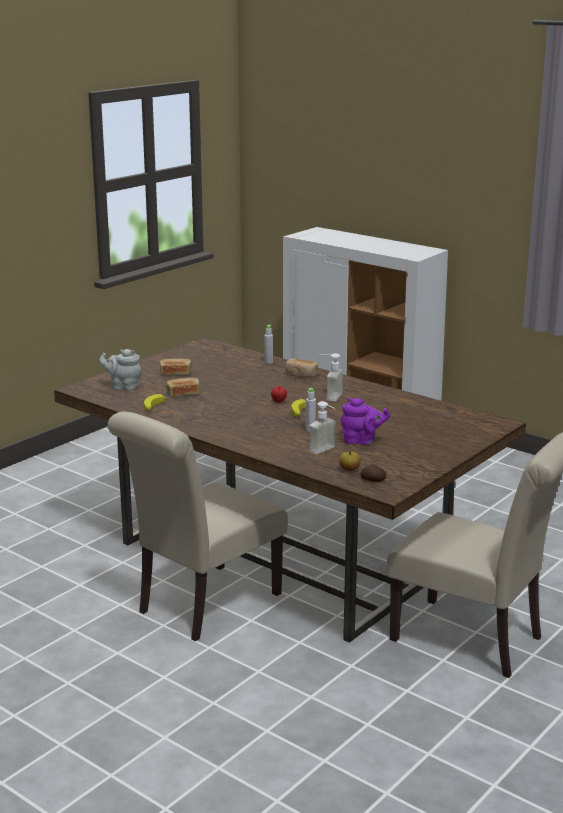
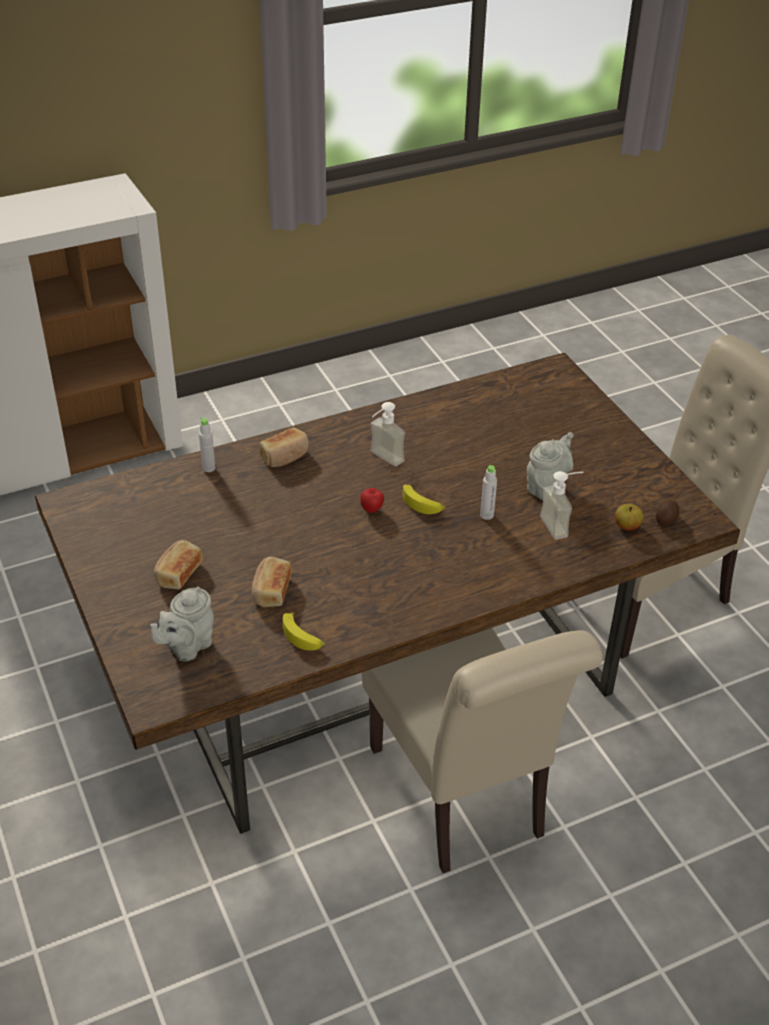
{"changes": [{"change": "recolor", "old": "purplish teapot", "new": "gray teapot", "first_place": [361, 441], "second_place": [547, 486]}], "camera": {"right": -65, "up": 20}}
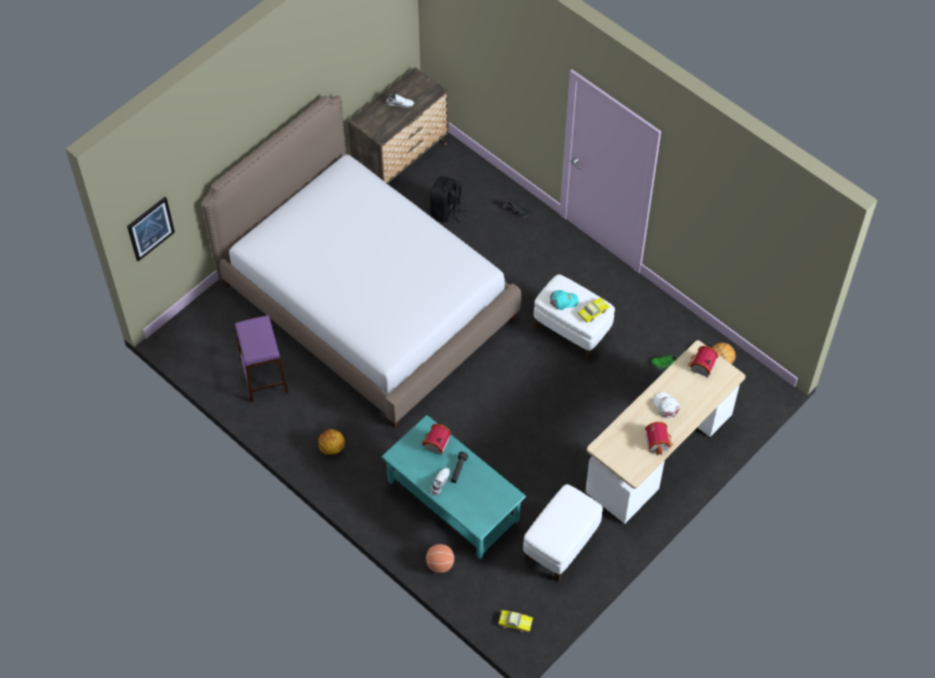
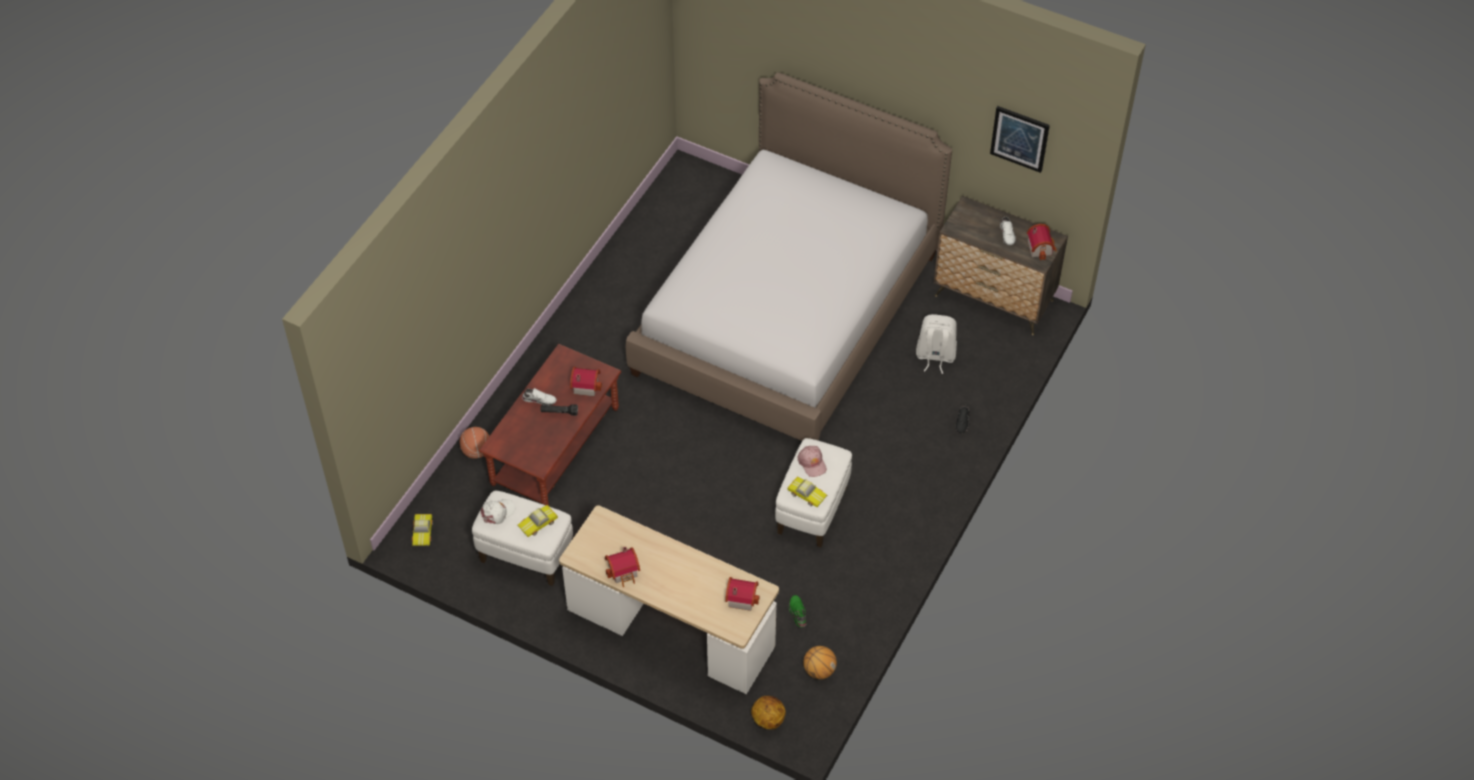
{"changes": [{"change": "recolor", "old": "blue-green low table", "new": "brownish low table", "first_place": [453, 501], "second_place": [555, 446]}, {"change": "move", "old": "whitish peaked cap", "first_place": [666, 406], "second_place": [498, 512]}, {"change": "insert", "new": "toy car", "second_place": [538, 524]}, {"change": "move", "old": "basketball", "first_place": [331, 448], "second_place": [768, 720]}, {"change": "recolor", "old": "blue-green peaked cap", "new": "pink-coloured peaked cap", "first_place": [563, 301], "second_place": [812, 463]}, {"change": "recolor", "old": "blackish rucksack", "new": "whitish rucksack", "first_place": [446, 211], "second_place": [935, 356]}, {"change": "move", "old": "wall art", "first_place": [150, 228], "second_place": [1020, 138]}, {"change": "insert", "new": "miniature house", "second_place": [1041, 247]}, {"change": "delete", "old": "purplish stool seat", "first_place": [263, 376]}], "camera": {"right": 75, "up": -5}}
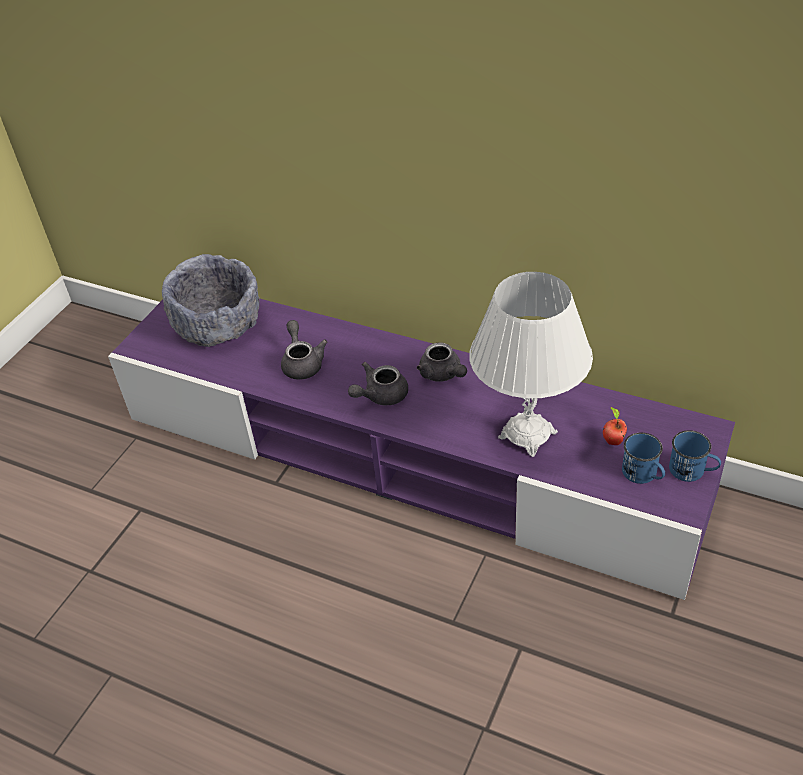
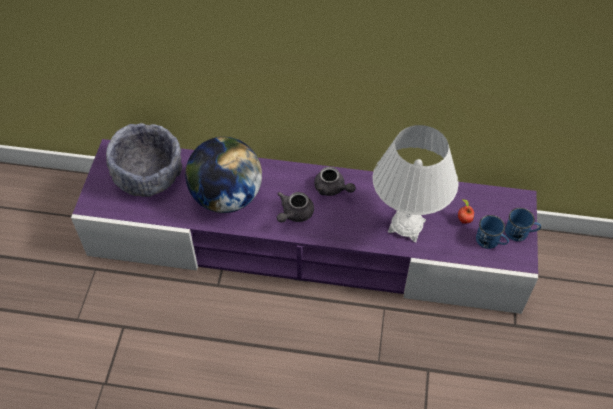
{"changes": [{"change": "replace", "old": "gray teapot", "new": "world globe", "first_place": [302, 363], "second_place": [226, 197]}], "camera": {"right": -20, "up": 10}}
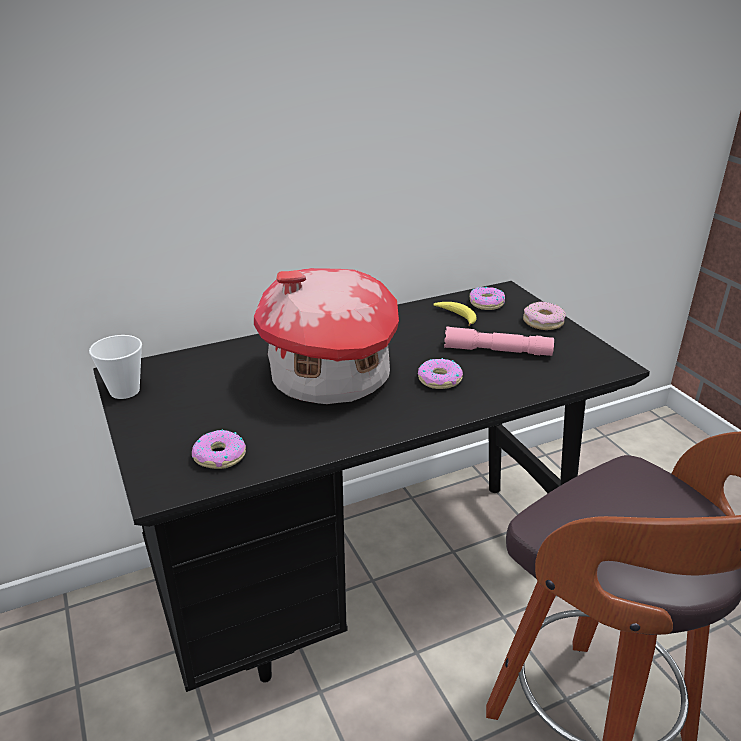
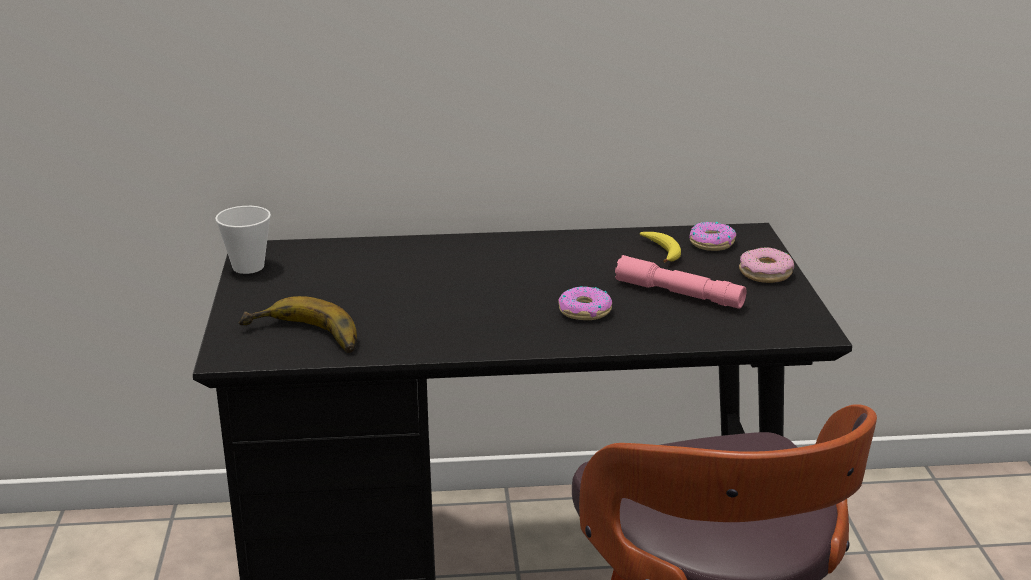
{"changes": [{"change": "replace", "old": "donut", "new": "banana", "first_place": [219, 456], "second_place": [302, 338]}, {"change": "delete", "old": "miniature house", "first_place": [329, 379]}], "camera": {"right": 20, "up": -5}}
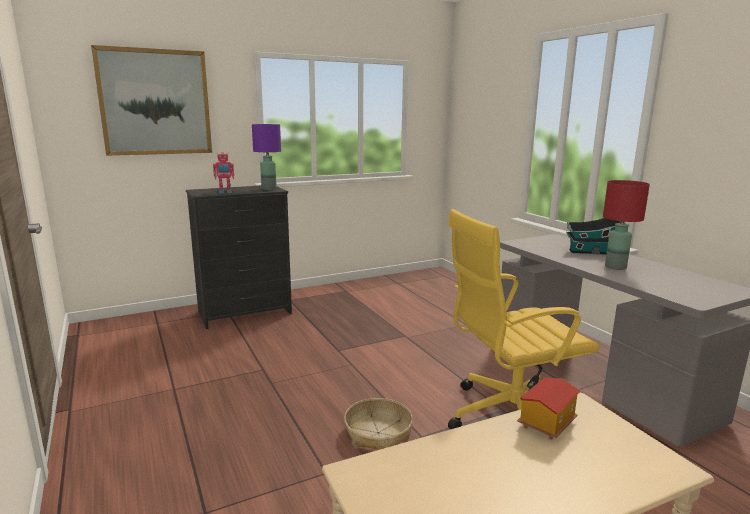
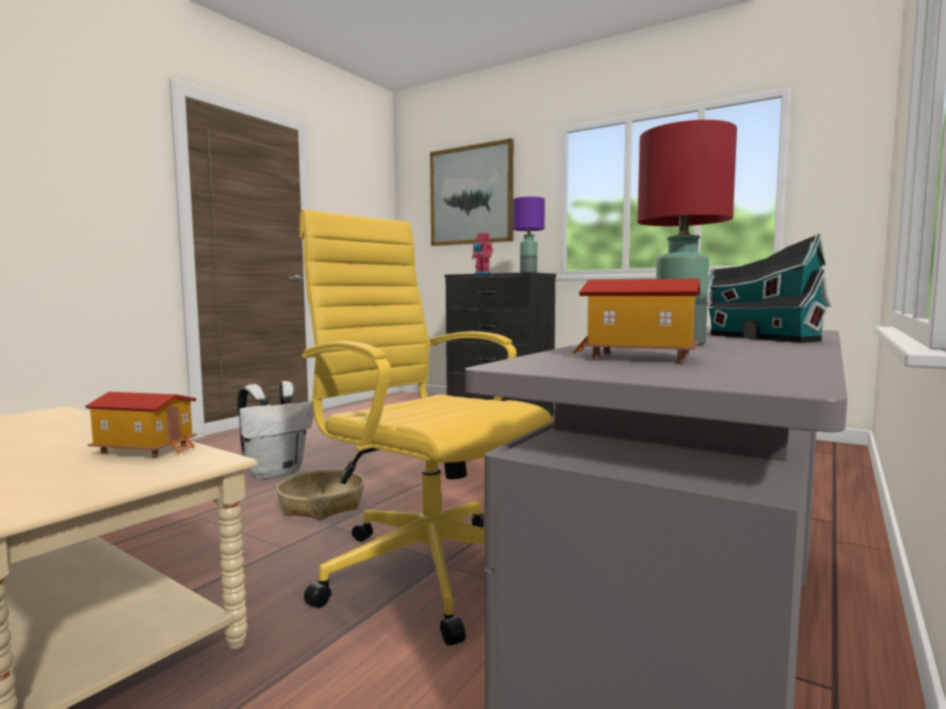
{"changes": [{"change": "insert", "new": "whitish rucksack", "second_place": [275, 472]}, {"change": "insert", "new": "miniature house", "second_place": [639, 357]}], "camera": {"right": 60, "up": -10}}
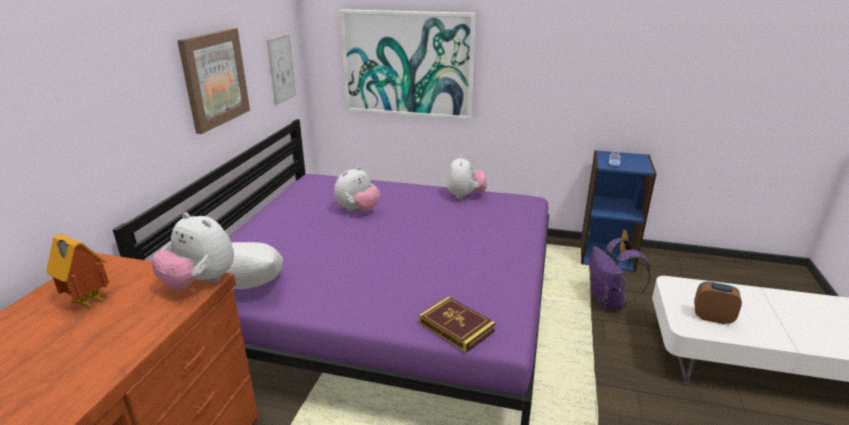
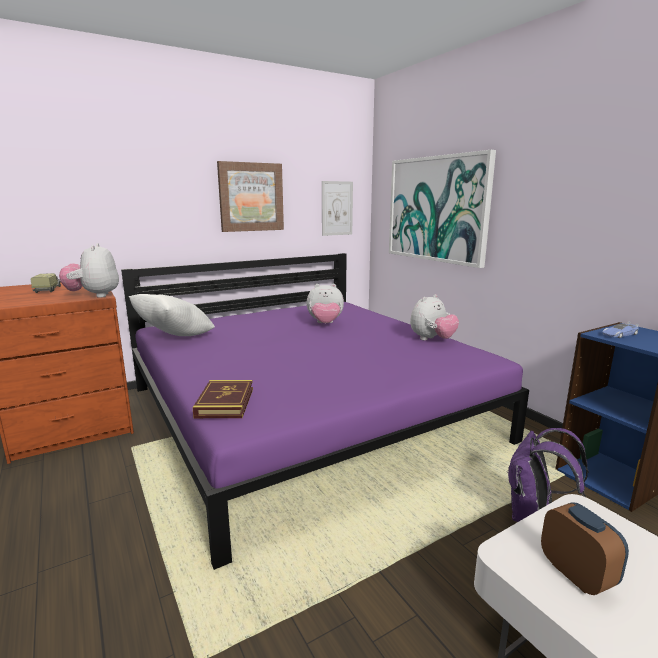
{"changes": [{"change": "replace", "old": "miniature house", "new": "toy lorry", "first_place": [87, 303], "second_place": [48, 289]}], "camera": {"right": 45, "up": -10}}
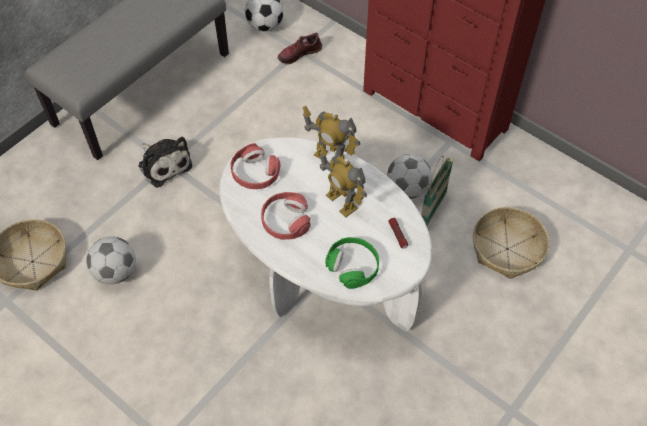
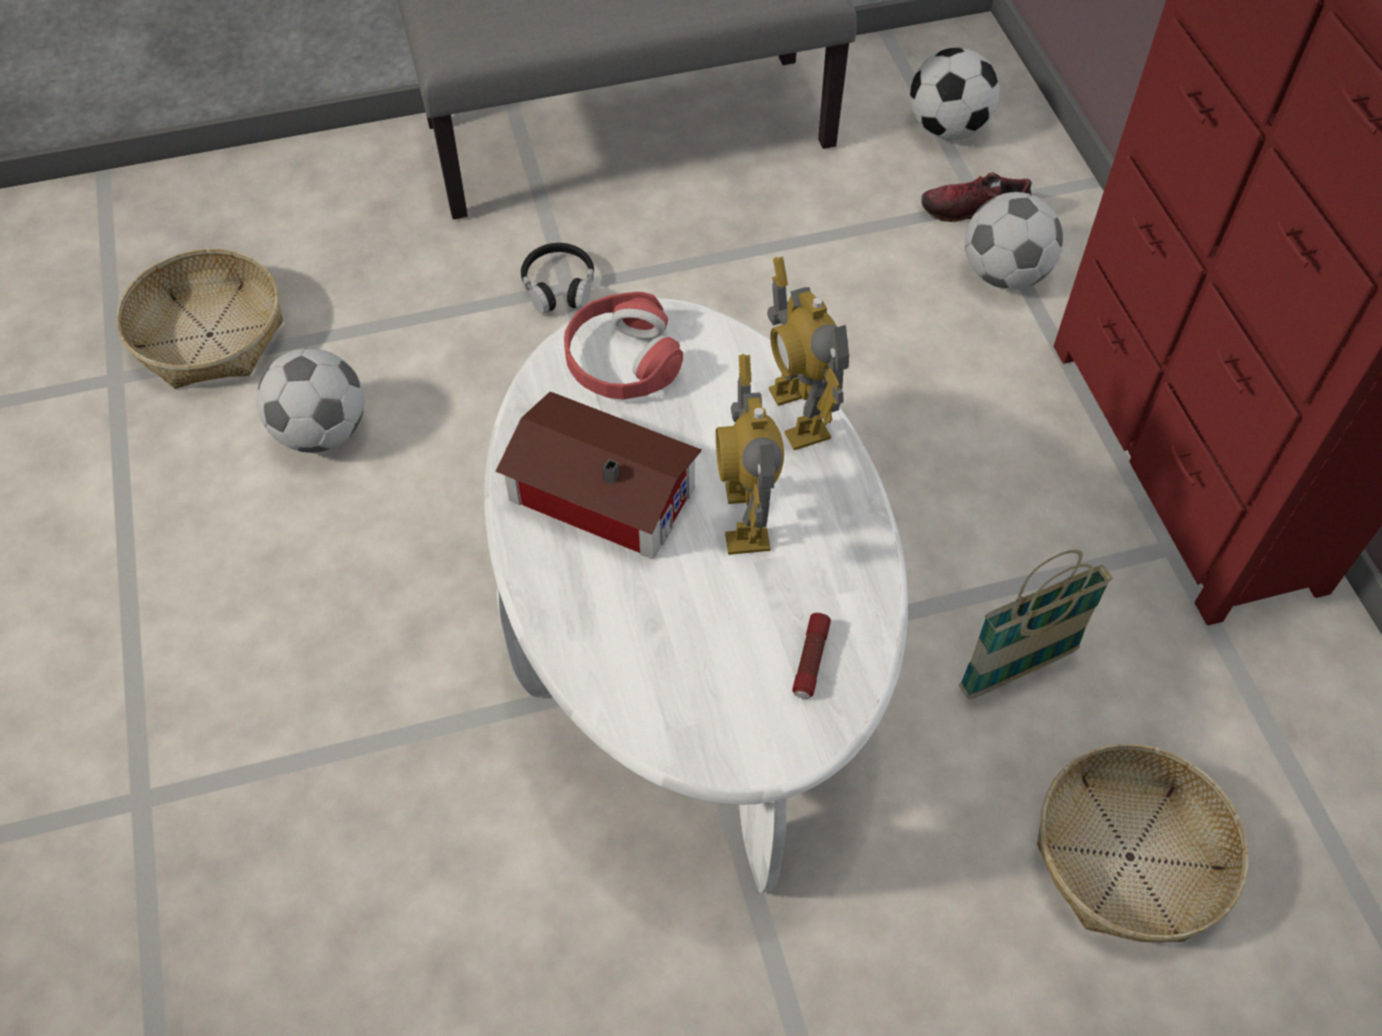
{"changes": [{"change": "replace", "old": "red headset", "new": "miniature house", "first_place": [285, 220], "second_place": [599, 489]}, {"change": "replace", "old": "plush toy", "new": "blackish headset", "first_place": [164, 164], "second_place": [559, 286]}, {"change": "move", "old": "football", "first_place": [407, 189], "second_place": [1005, 274]}, {"change": "delete", "old": "greenish headset", "first_place": [353, 266]}], "camera": {"right": 35, "up": 0}}
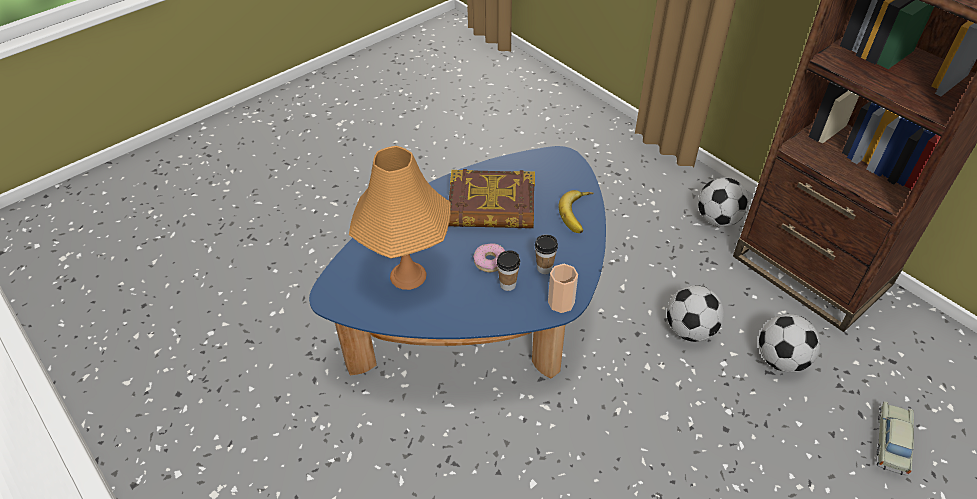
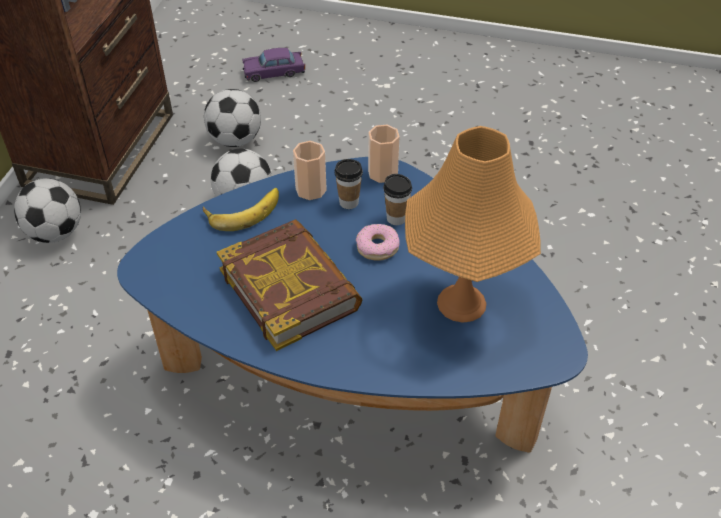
{"changes": [{"change": "recolor", "old": "beige toy car", "new": "purplish toy car", "first_place": [891, 442], "second_place": [274, 72]}, {"change": "insert", "new": "drinking cup", "second_place": [311, 190]}], "camera": {"right": -125, "up": 0}}
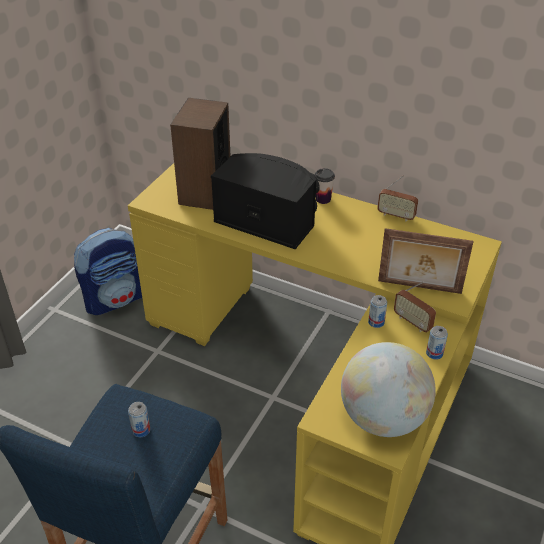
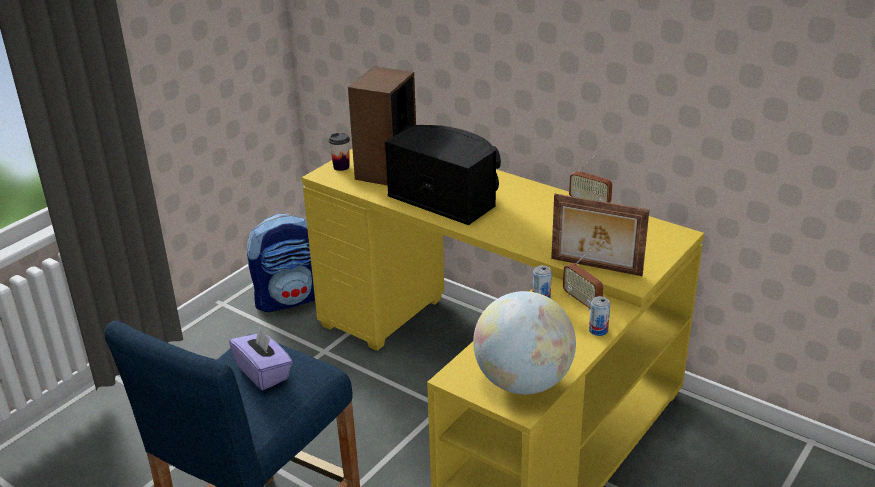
{"changes": [{"change": "replace", "old": "metal can", "new": "purplish tissue box", "first_place": [141, 430], "second_place": [264, 373]}, {"change": "move", "old": "drinking cup", "first_place": [323, 199], "second_place": [341, 167]}], "camera": {"right": 10, "up": -10}}
